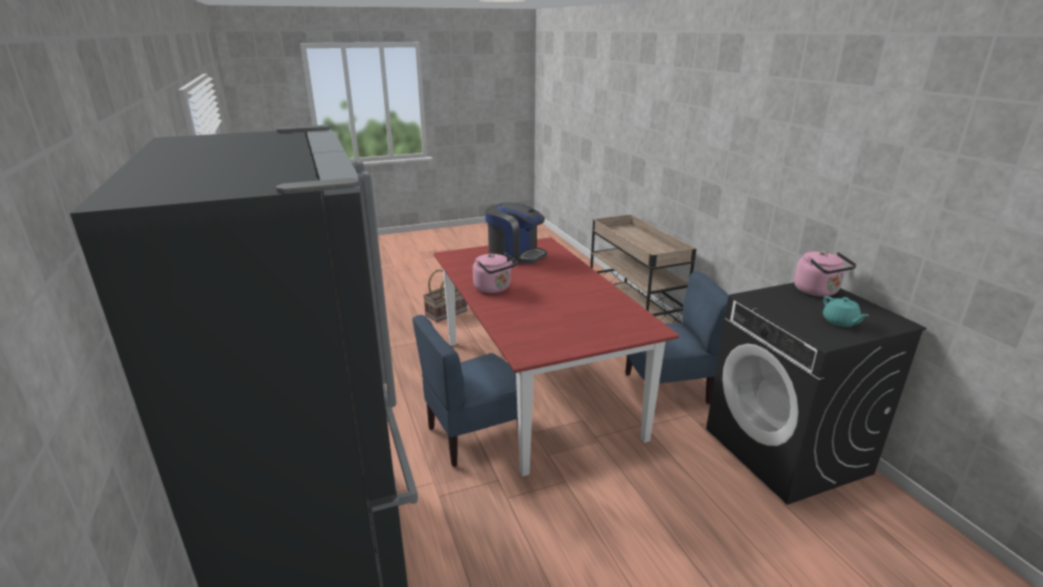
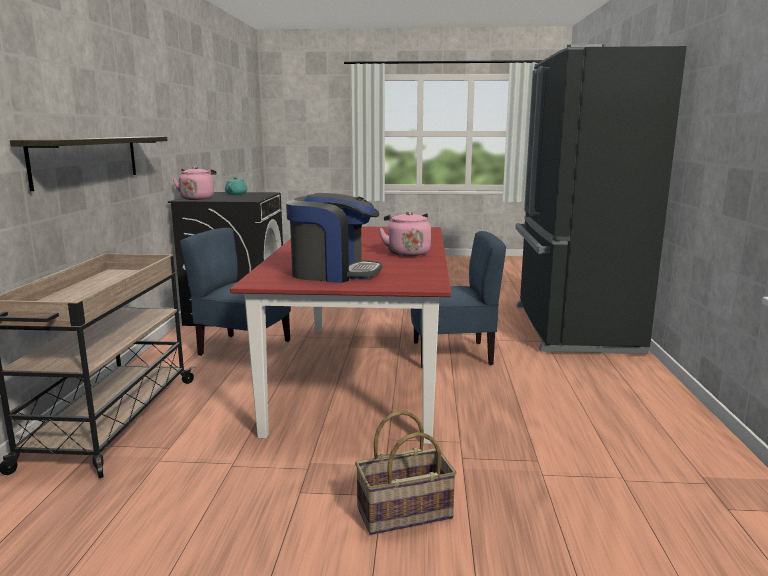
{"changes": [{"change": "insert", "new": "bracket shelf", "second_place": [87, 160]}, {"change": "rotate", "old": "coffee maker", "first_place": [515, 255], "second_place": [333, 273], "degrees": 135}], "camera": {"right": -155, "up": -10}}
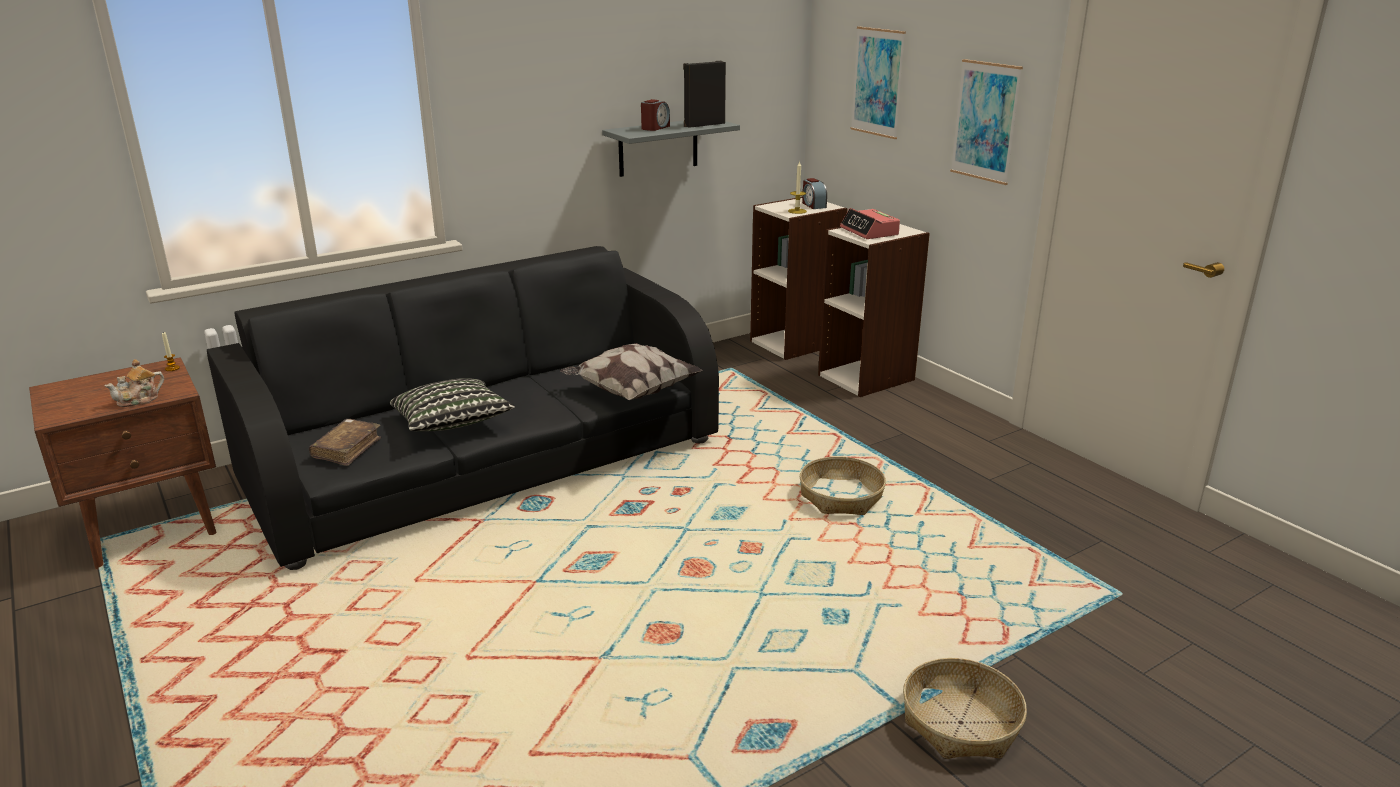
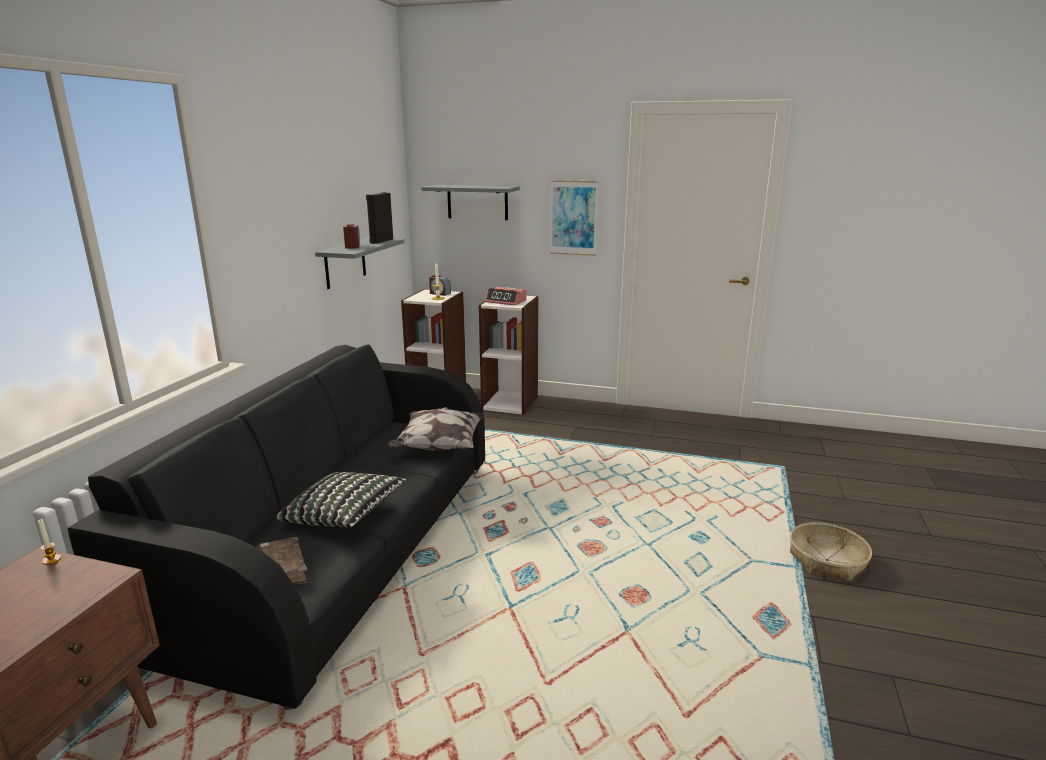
{"changes": [{"change": "replace", "old": "wall art", "new": "gray bracket shelf", "first_place": [877, 82], "second_place": [477, 202]}, {"change": "delete", "old": "teapot", "first_place": [139, 400]}, {"change": "delete", "old": "basket", "first_place": [841, 497]}], "camera": {"right": -40, "up": -5}}
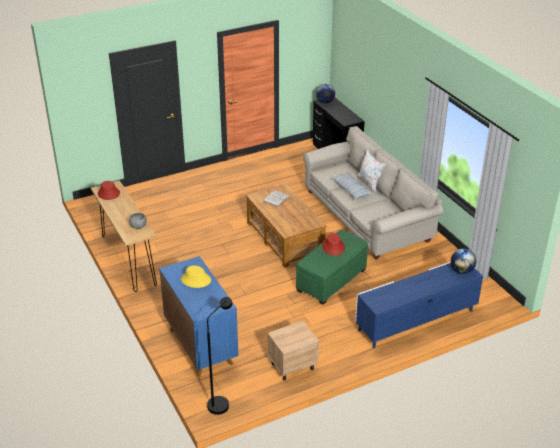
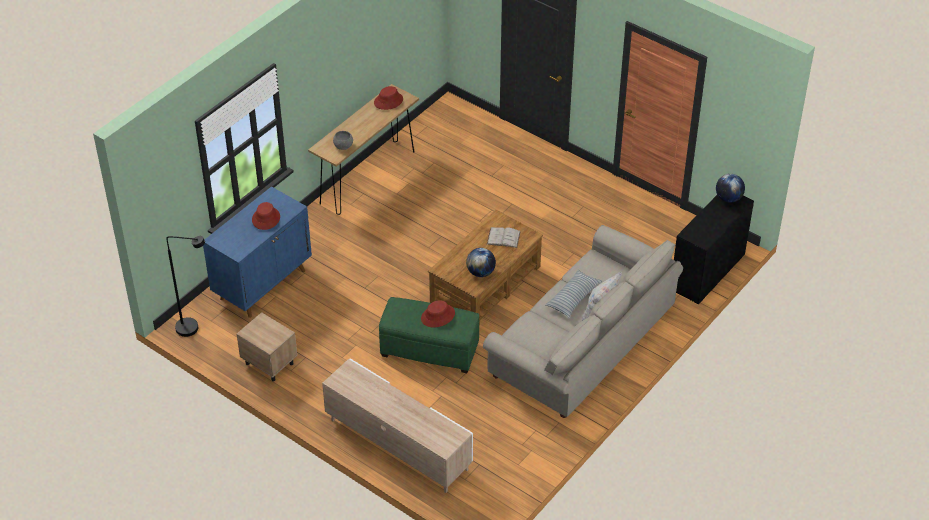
{"changes": [{"change": "recolor", "old": "yellowish clothing hat", "new": "red clothing hat", "first_place": [196, 280], "second_place": [266, 218]}, {"change": "recolor", "old": "bluish tv stand", "new": "beige tv stand", "first_place": [416, 321], "second_place": [398, 445]}, {"change": "move", "old": "world globe", "first_place": [461, 271], "second_place": [480, 272]}], "camera": {"right": 65, "up": 10}}
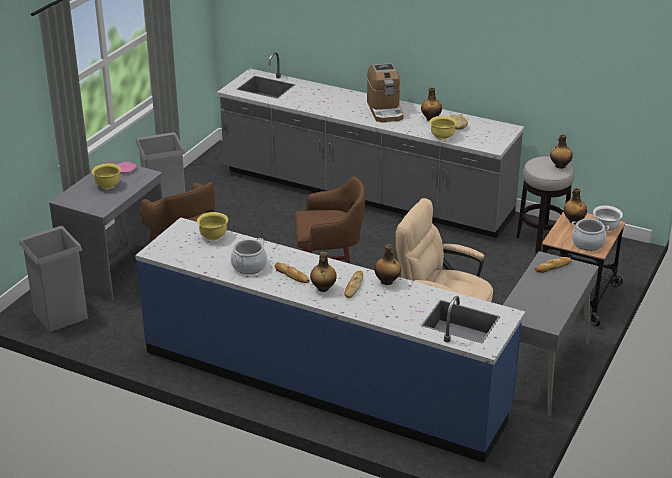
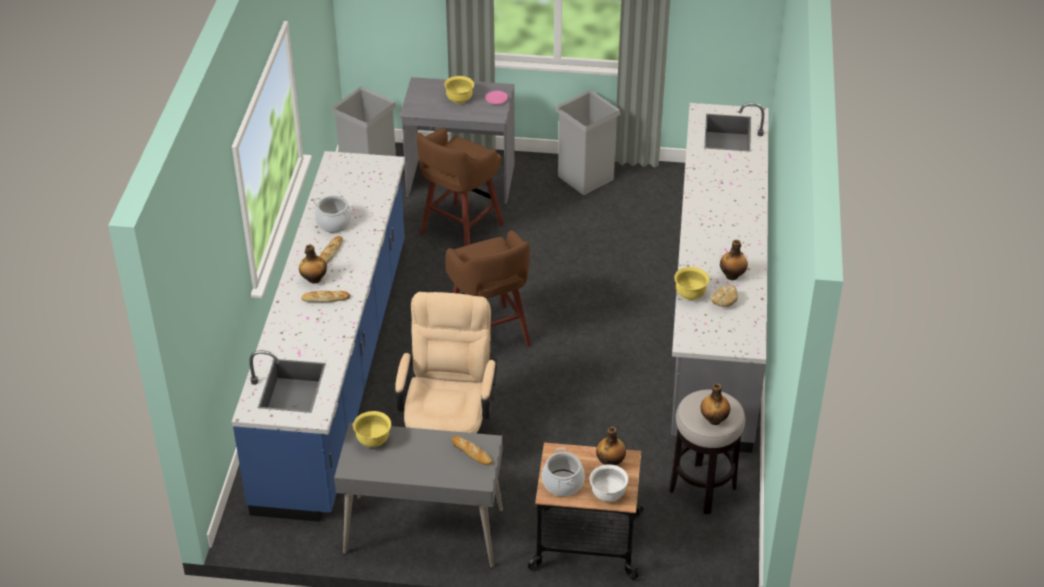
{"changes": [{"change": "move", "old": "yellowish serving bowl", "first_place": [213, 236], "second_place": [373, 440]}, {"change": "delete", "old": "coffee maker", "first_place": [385, 110]}, {"change": "delete", "old": "beverage bottle", "first_place": [387, 282]}], "camera": {"right": 70, "up": 10}}
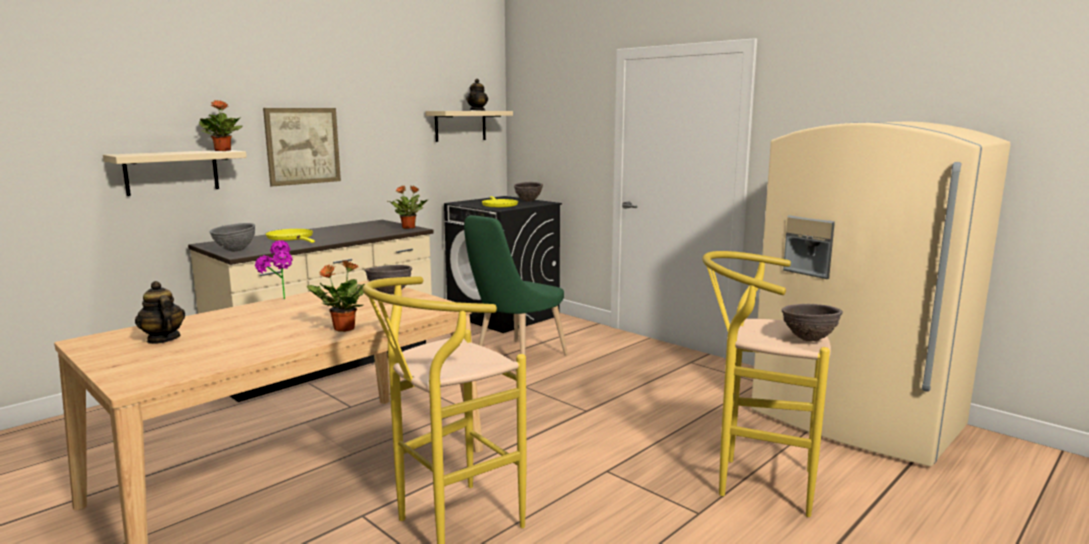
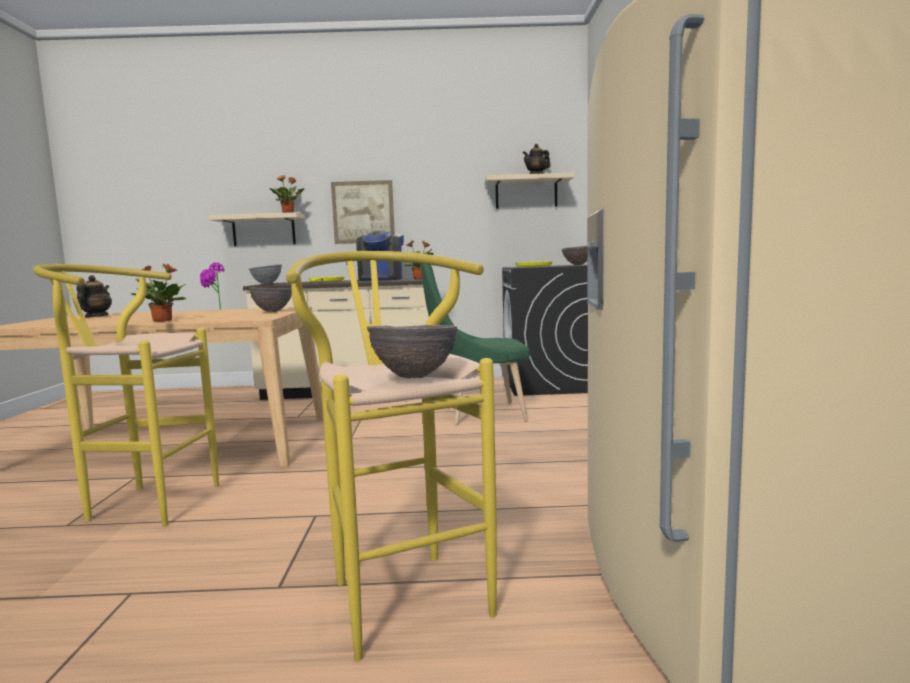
{"changes": [{"change": "insert", "new": "coffee maker", "second_place": [381, 279]}], "camera": {"right": 45, "up": -5}}
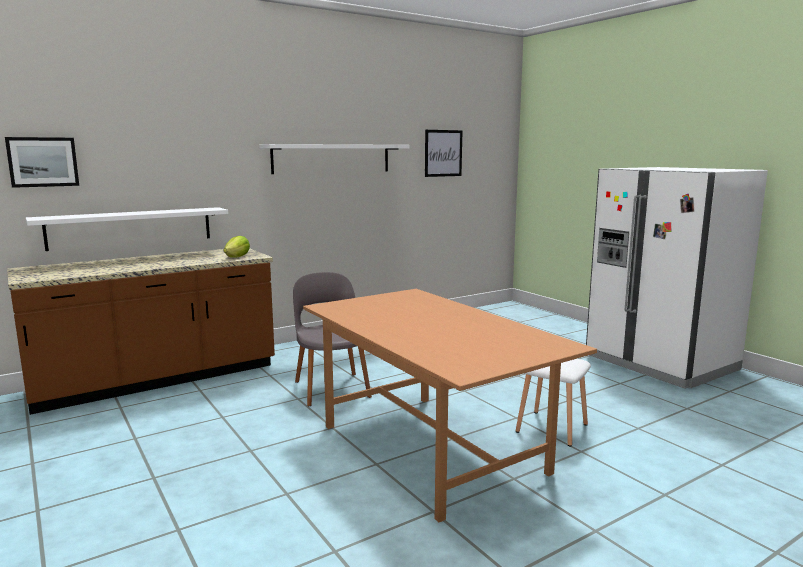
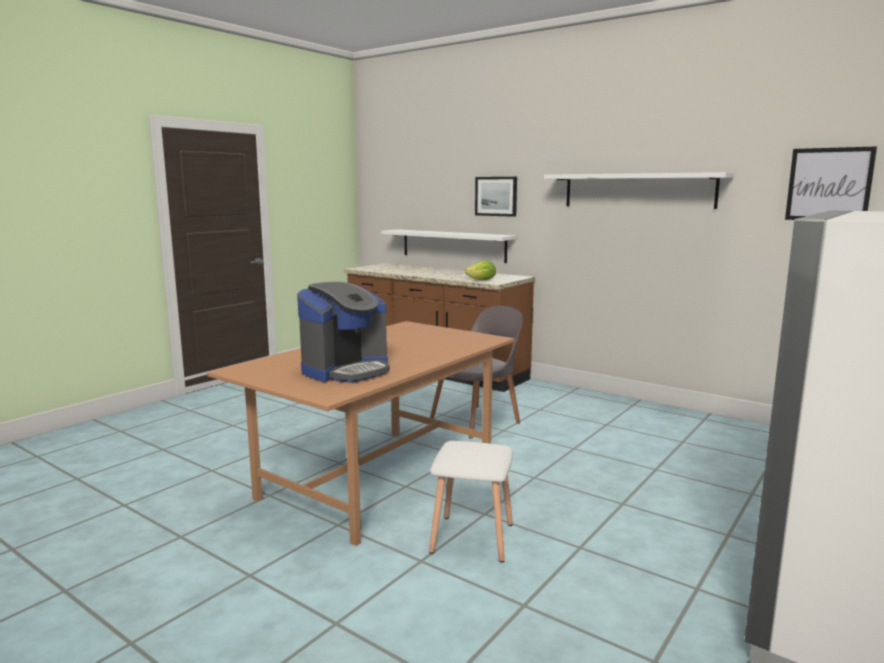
{"changes": [{"change": "insert", "new": "coffee maker", "second_place": [346, 370]}, {"change": "move", "old": "wall art", "first_place": [43, 162], "second_place": [496, 196]}], "camera": {"right": 70, "up": 0}}
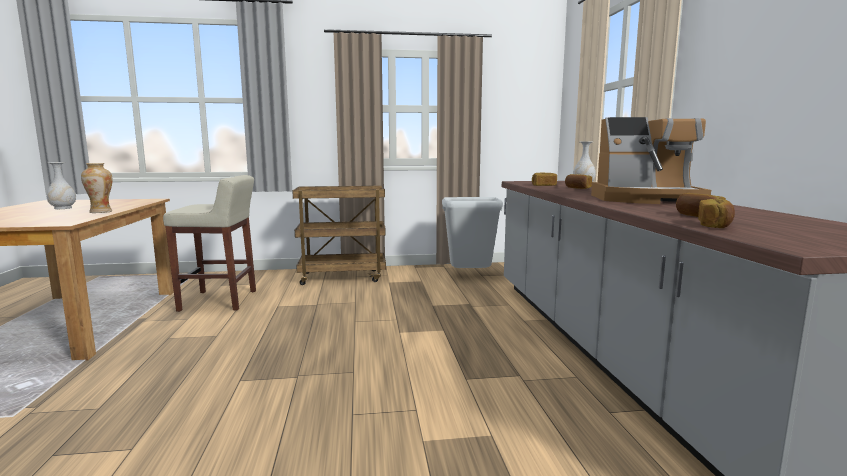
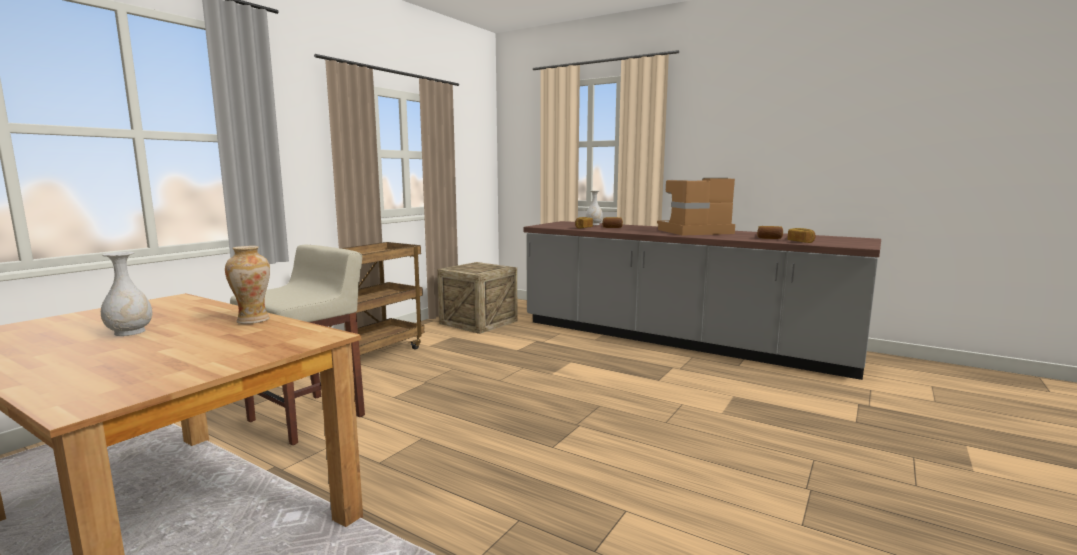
{"changes": [{"change": "replace", "old": "gray waste bin", "new": "crate", "first_place": [470, 276], "second_place": [478, 322]}, {"change": "rotate", "old": "coffee maker", "first_place": [645, 199], "second_place": [694, 232], "degrees": -150}], "camera": {"right": -50, "up": 0}}
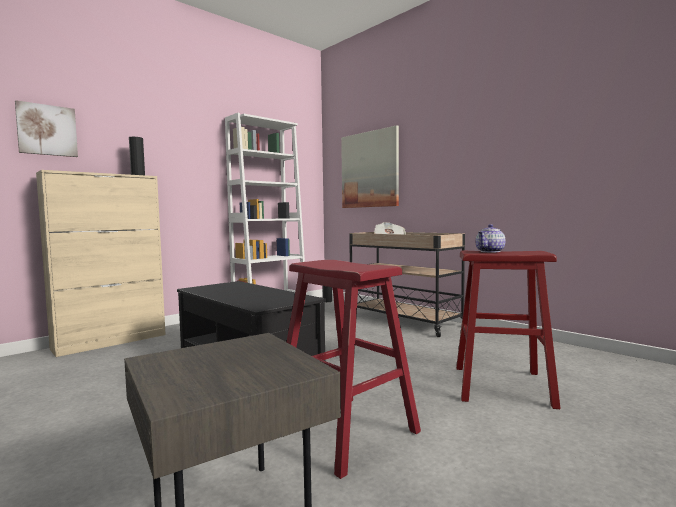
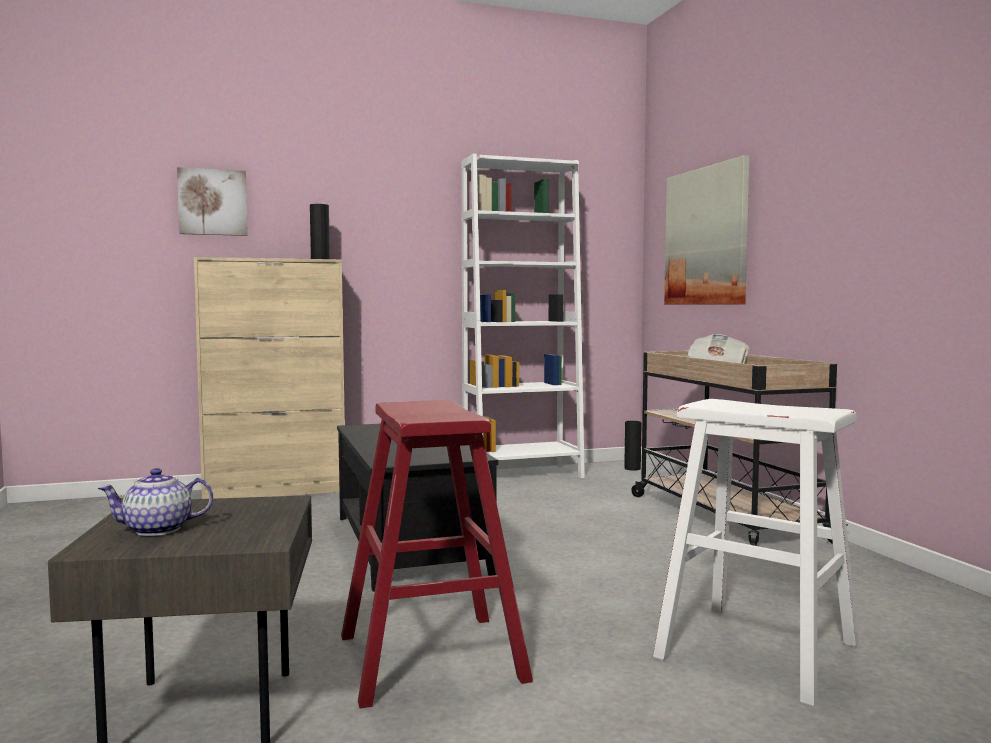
{"changes": [{"change": "move", "old": "teapot", "first_place": [490, 251], "second_place": [158, 530]}, {"change": "recolor", "old": "red stool seat", "new": "whitish stool seat", "first_place": [502, 386], "second_place": [758, 650]}], "camera": {"right": 25, "up": 0}}
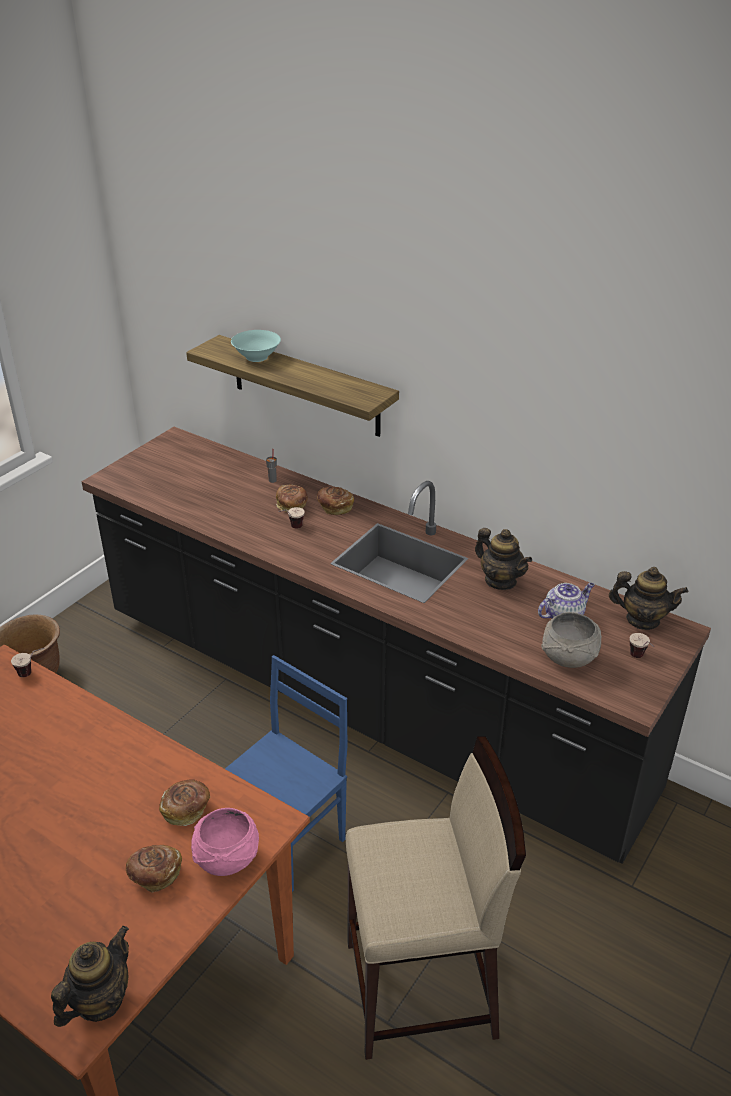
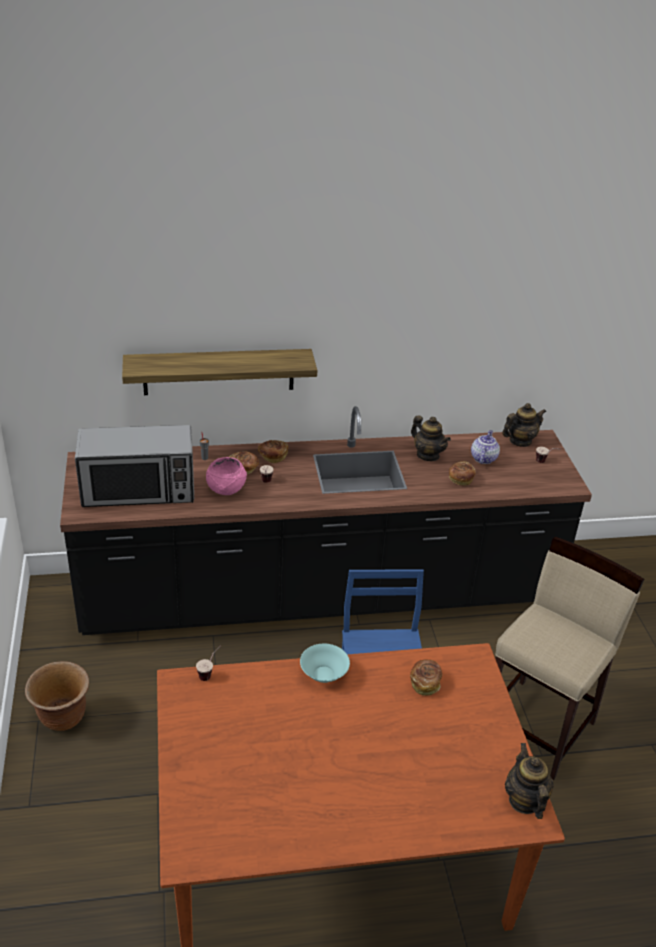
{"changes": [{"change": "insert", "new": "kitchen microwave", "second_place": [139, 490]}, {"change": "move", "old": "pink-coloured serving bowl", "first_place": [226, 859], "second_place": [226, 489]}, {"change": "move", "old": "blue-green serving bowl", "first_place": [257, 357], "second_place": [323, 674]}, {"change": "rotate", "old": "teapot", "first_place": [500, 581], "second_place": [428, 455], "degrees": 45}, {"change": "move", "old": "bread", "first_place": [155, 875], "second_place": [460, 479]}, {"change": "delete", "old": "gray serving bowl", "first_place": [569, 658]}], "camera": {"right": -45, "up": 0}}
